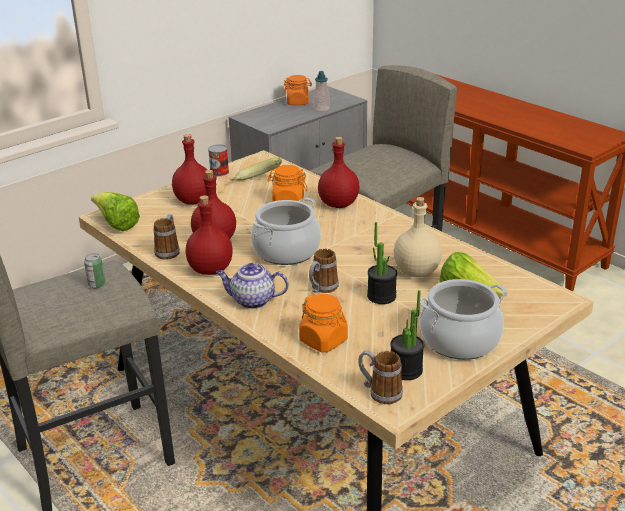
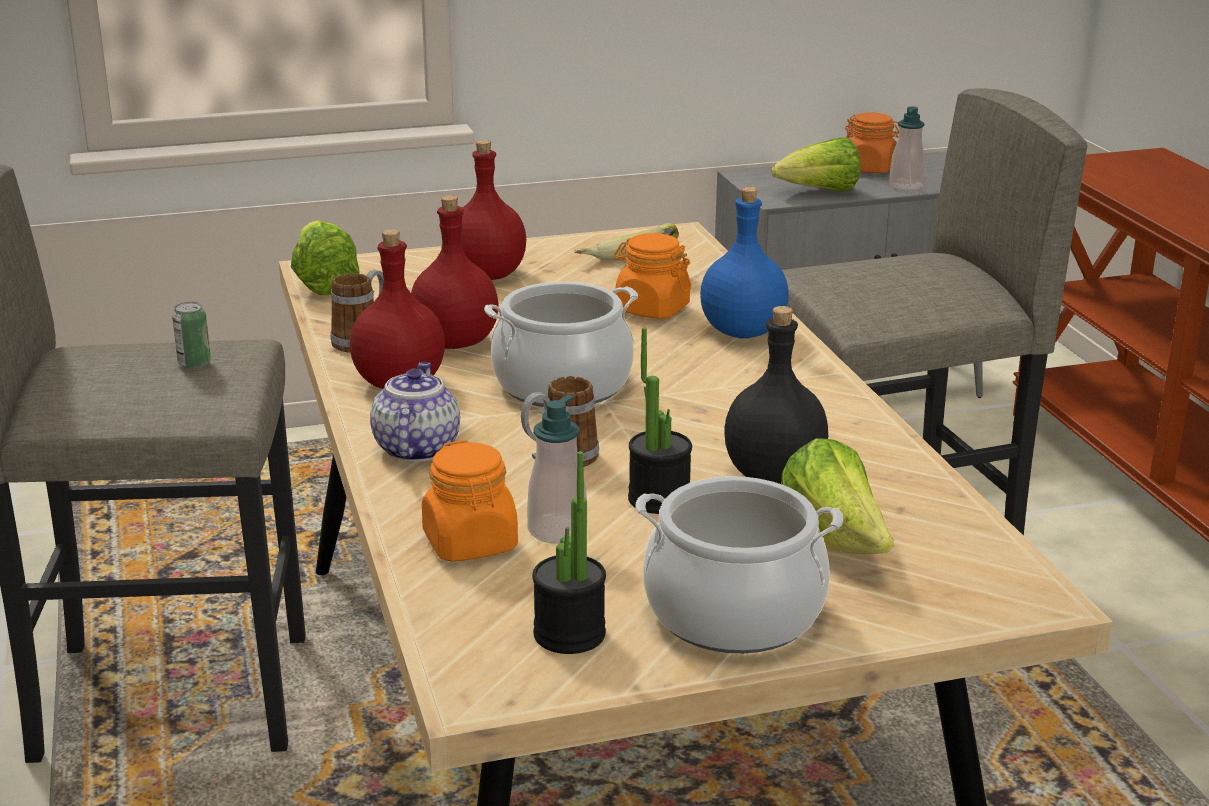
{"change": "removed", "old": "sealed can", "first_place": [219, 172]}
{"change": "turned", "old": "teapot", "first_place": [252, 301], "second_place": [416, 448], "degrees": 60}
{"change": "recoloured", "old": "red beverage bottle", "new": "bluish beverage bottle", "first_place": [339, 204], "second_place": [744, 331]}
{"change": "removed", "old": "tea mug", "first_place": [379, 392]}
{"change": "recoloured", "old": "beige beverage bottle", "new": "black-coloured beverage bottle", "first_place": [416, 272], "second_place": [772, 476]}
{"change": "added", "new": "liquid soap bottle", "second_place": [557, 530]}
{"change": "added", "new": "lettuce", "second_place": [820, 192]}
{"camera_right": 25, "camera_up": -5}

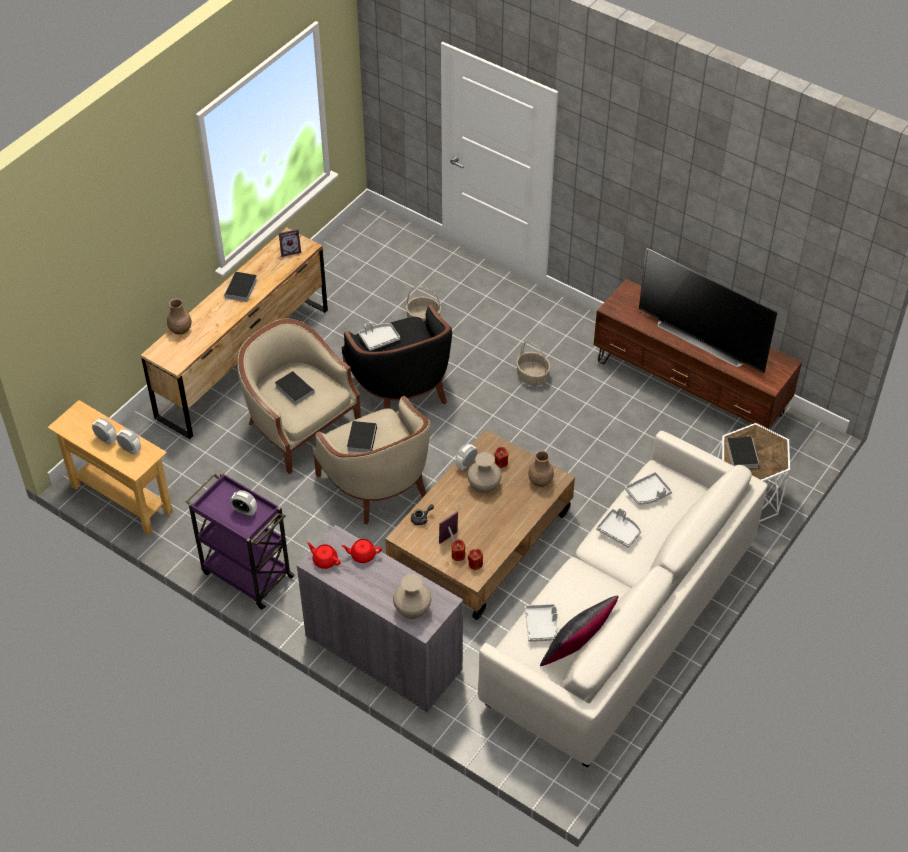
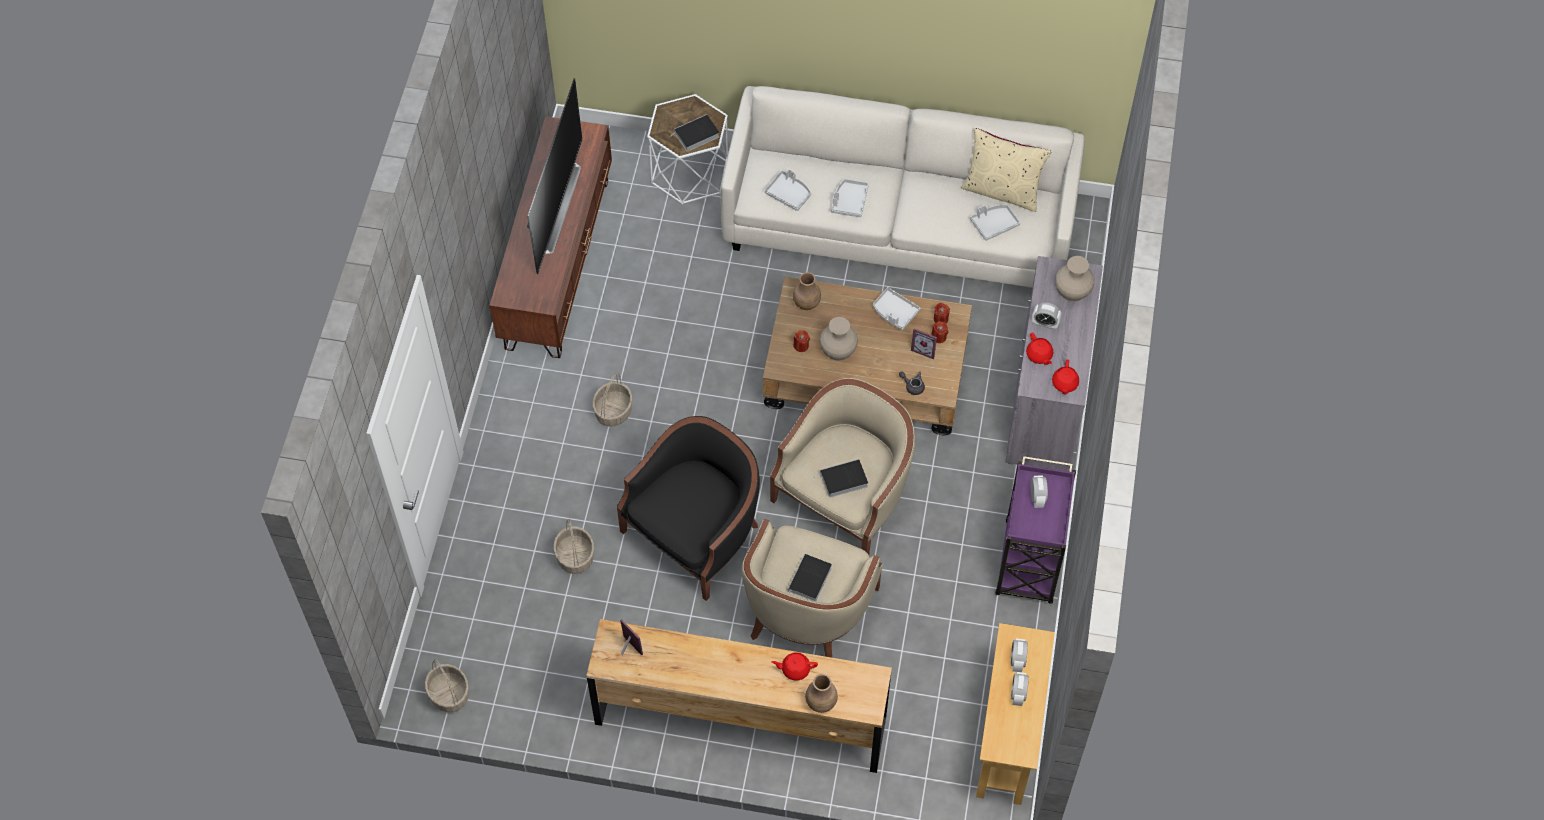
{"change": "removed", "old": "book", "first_place": [241, 289]}
{"change": "moved", "old": "greyish serving tray", "first_place": [379, 339], "second_place": [894, 312]}
{"change": "moved", "old": "table clock", "first_place": [466, 464], "second_place": [1045, 323]}
{"change": "recoloured", "old": "black-coloured cushion", "new": "beige cushion", "first_place": [576, 650], "second_place": [1002, 191]}
{"change": "added", "new": "storage basket", "second_place": [448, 694]}
{"change": "added", "new": "red teapot", "second_place": [795, 669]}
{"camera_right": -115, "camera_up": 10}

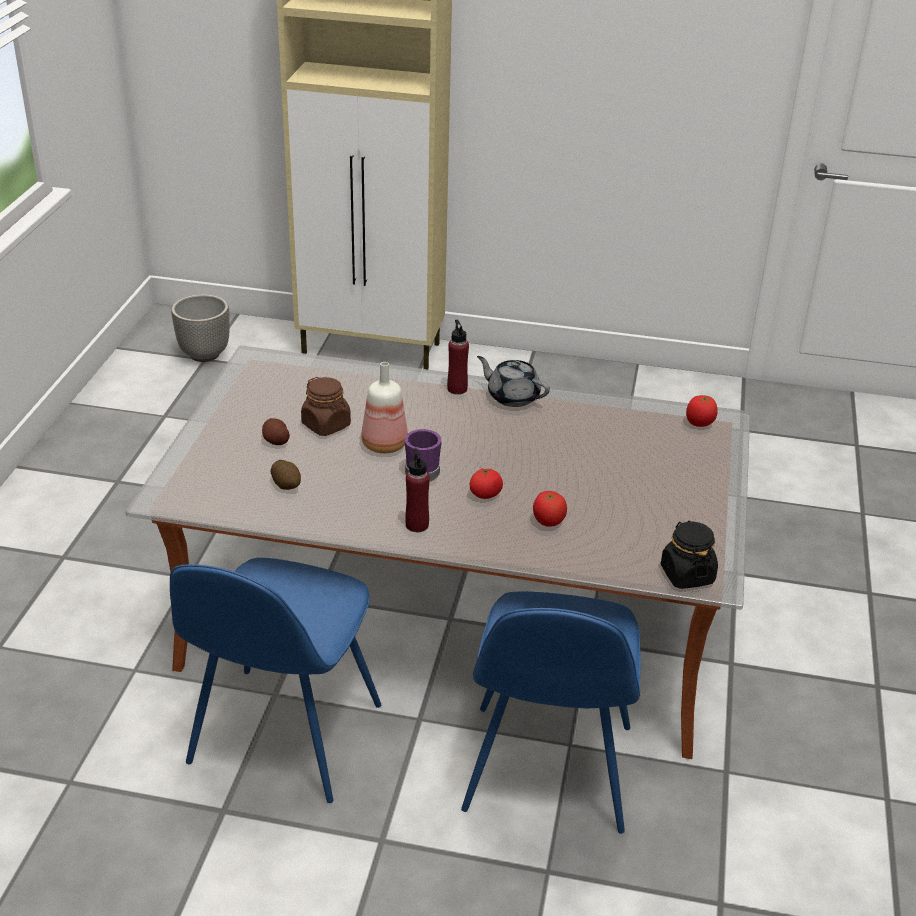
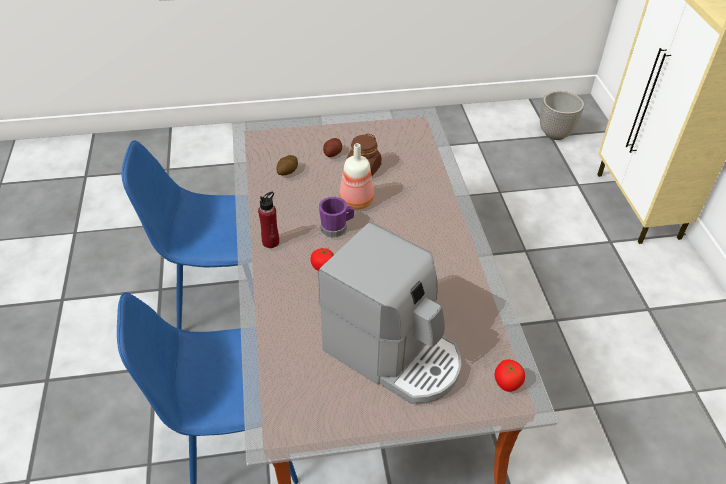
{"change": "removed", "old": "red beverage bottle", "first_place": [457, 389]}
{"change": "removed", "old": "greyish teapot", "first_place": [512, 396]}
{"change": "removed", "old": "tomato", "first_place": [548, 522]}
{"change": "removed", "old": "black-coloured preserve jar", "first_place": [687, 574]}
{"change": "added", "new": "coffee machine", "second_place": [394, 354]}
{"camera_right": 70, "camera_up": 10}

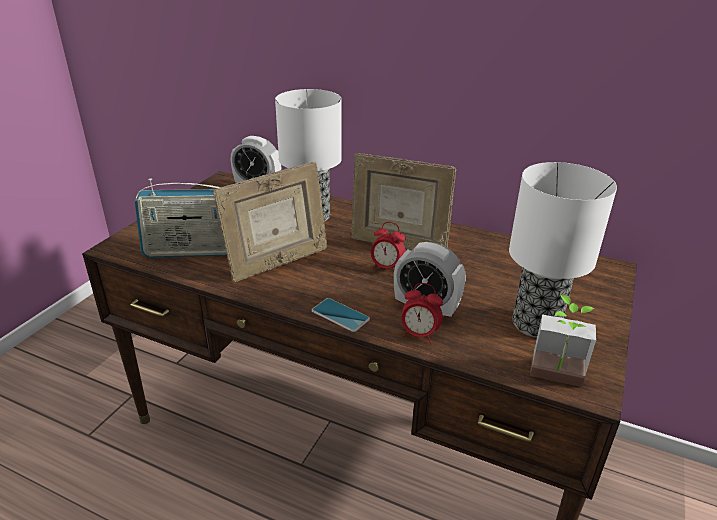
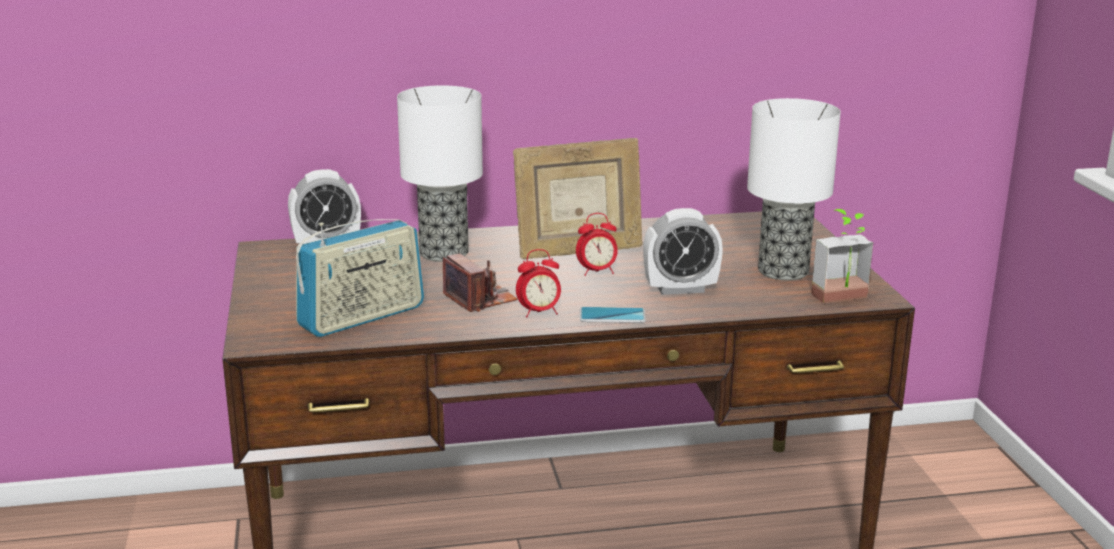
{"change": "replaced", "old": "photo frame", "new": "still camera", "first_place": [277, 263], "second_place": [480, 299]}
{"change": "moved", "old": "table clock", "first_place": [419, 335], "second_place": [539, 312]}
{"camera_right": -35, "camera_up": -10}

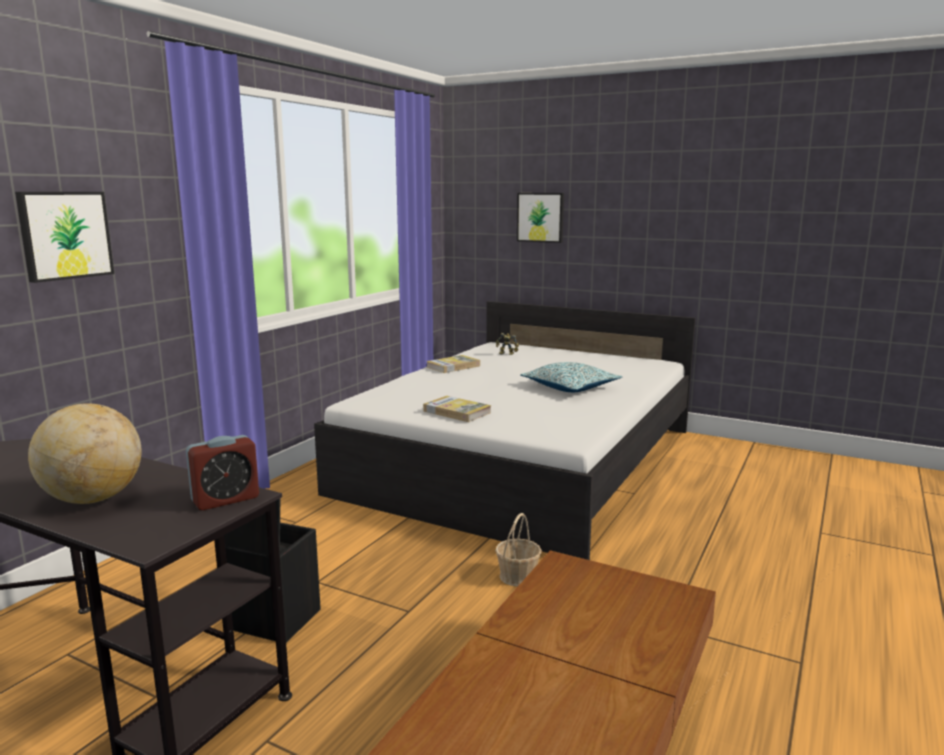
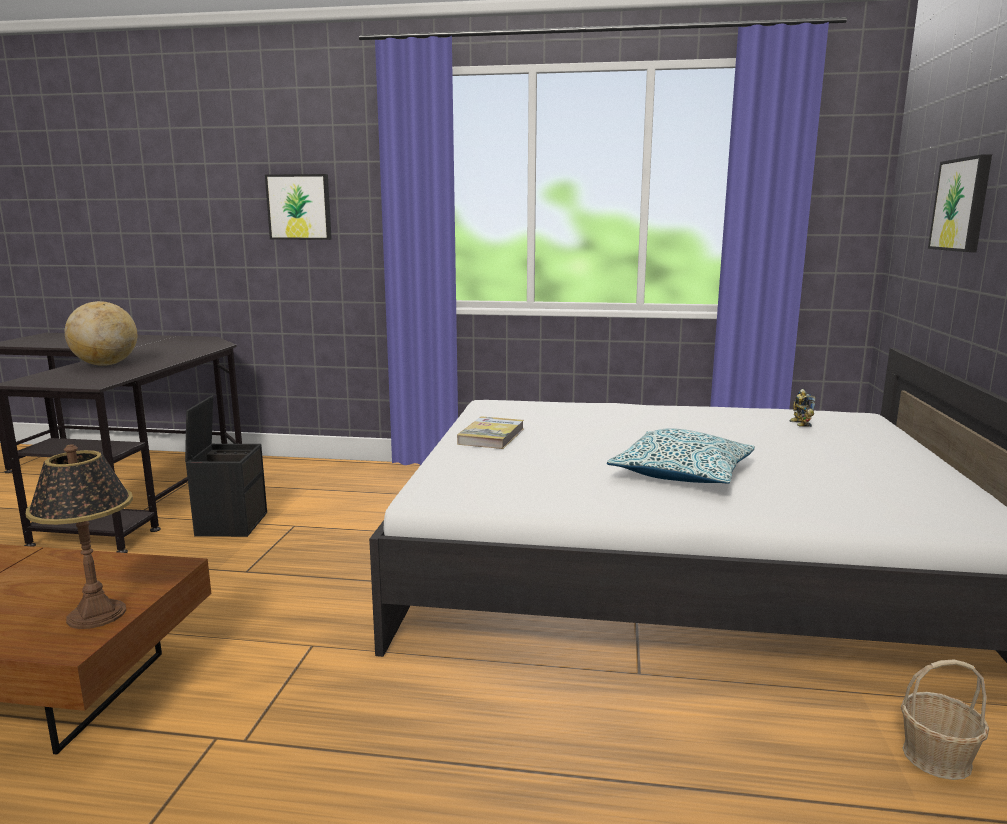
{"change": "removed", "old": "table clock", "first_place": [225, 500]}
{"change": "removed", "old": "book", "first_place": [453, 366]}
{"change": "moved", "old": "storage basket", "first_place": [518, 576], "second_place": [937, 757]}
{"change": "added", "new": "table lamp", "second_place": [97, 614]}
{"camera_right": 70, "camera_up": 0}

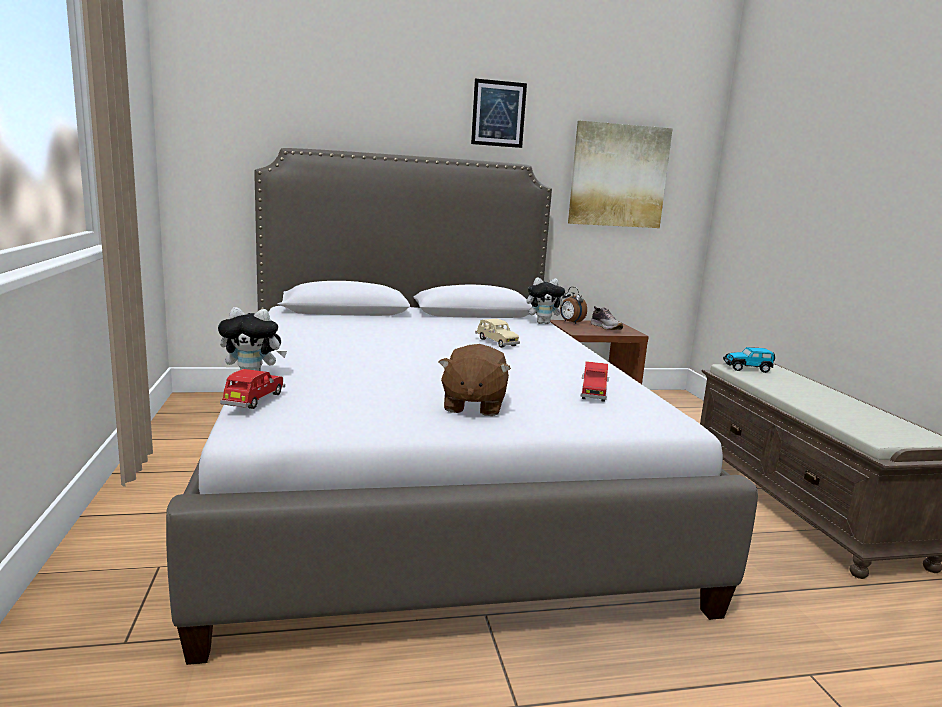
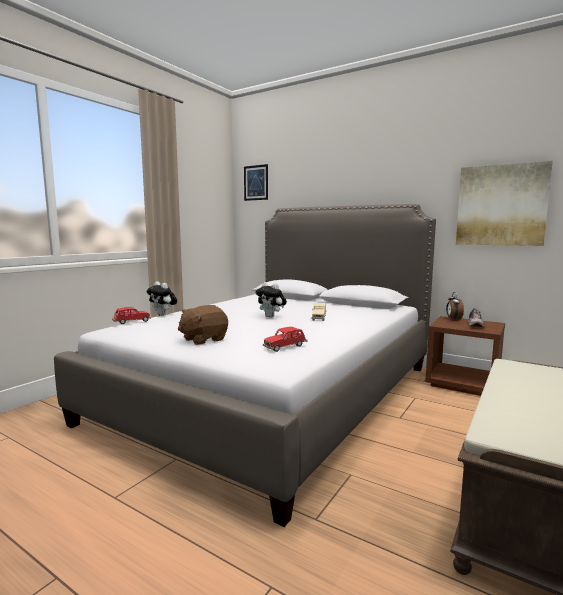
{"change": "moved", "old": "wall picture", "first_place": [498, 113], "second_place": [256, 182]}
{"change": "moved", "old": "soft toy", "first_place": [543, 323], "second_place": [271, 317]}
{"change": "removed", "old": "toy car", "first_place": [748, 368]}
{"camera_right": 45, "camera_up": -5}

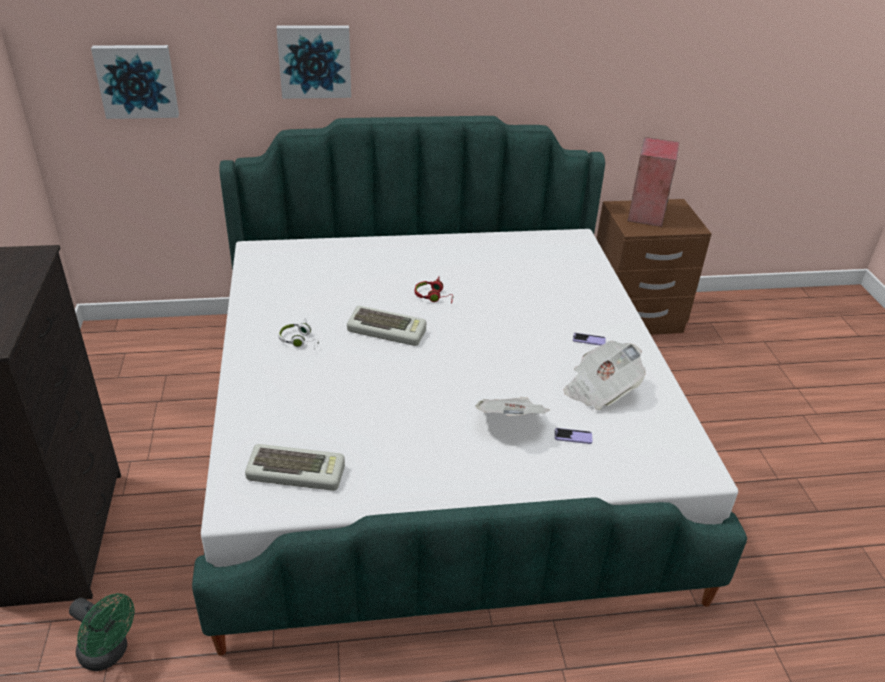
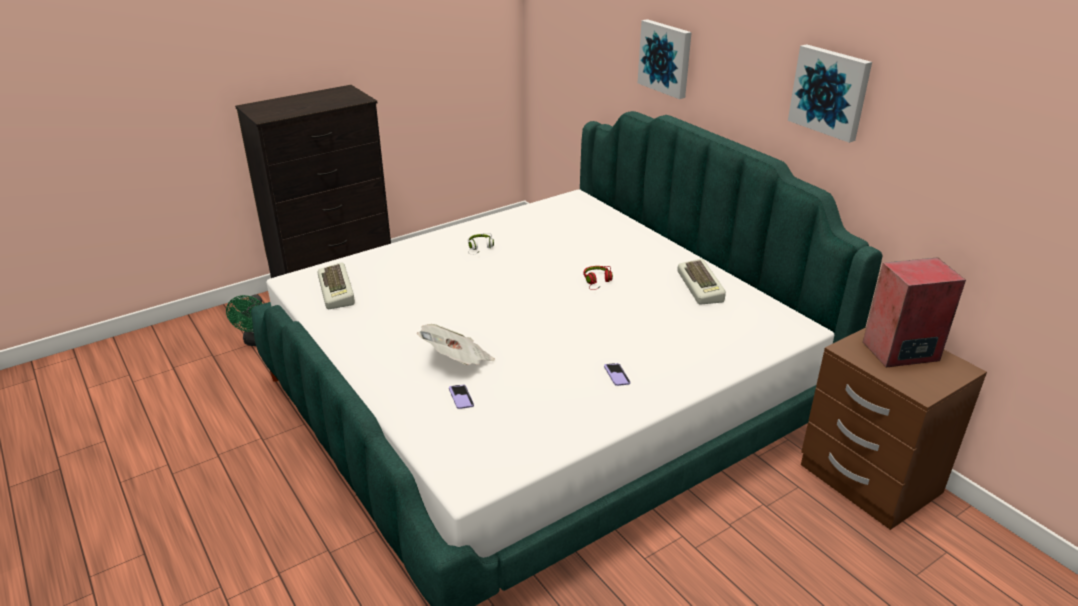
{"change": "moved", "old": "wall picture", "first_place": [137, 81], "second_place": [830, 92]}
{"change": "moved", "old": "keyboard", "first_place": [388, 330], "second_place": [702, 287]}
{"change": "removed", "old": "printed paper", "first_place": [600, 390]}
{"camera_right": 65, "camera_up": -5}

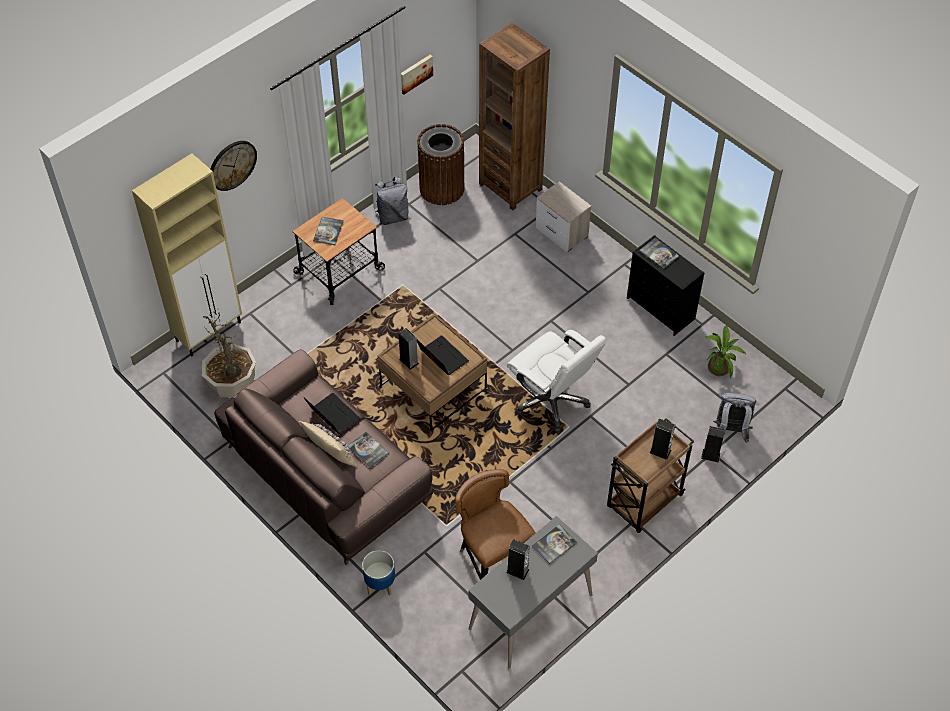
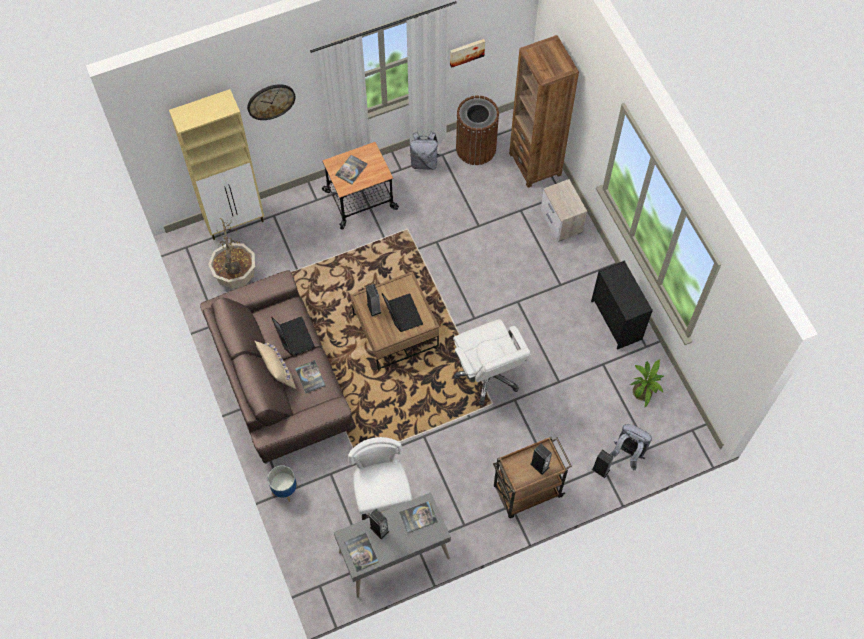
{"change": "recoloured", "old": "brown-coloured plain chair", "new": "white-coloured plain chair", "first_place": [492, 559], "second_place": [382, 499]}
{"change": "moved", "old": "book", "first_place": [659, 254], "second_place": [361, 552]}
{"camera_right": 20, "camera_up": 10}

